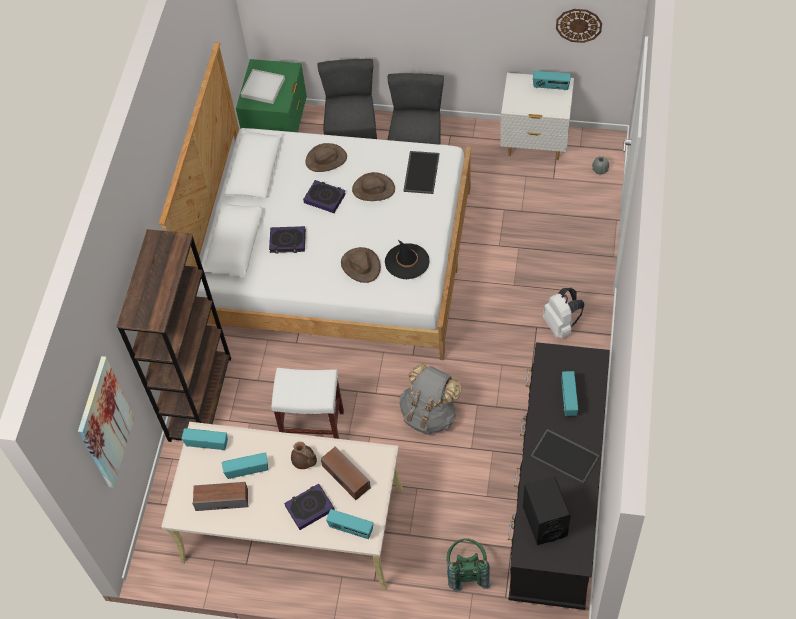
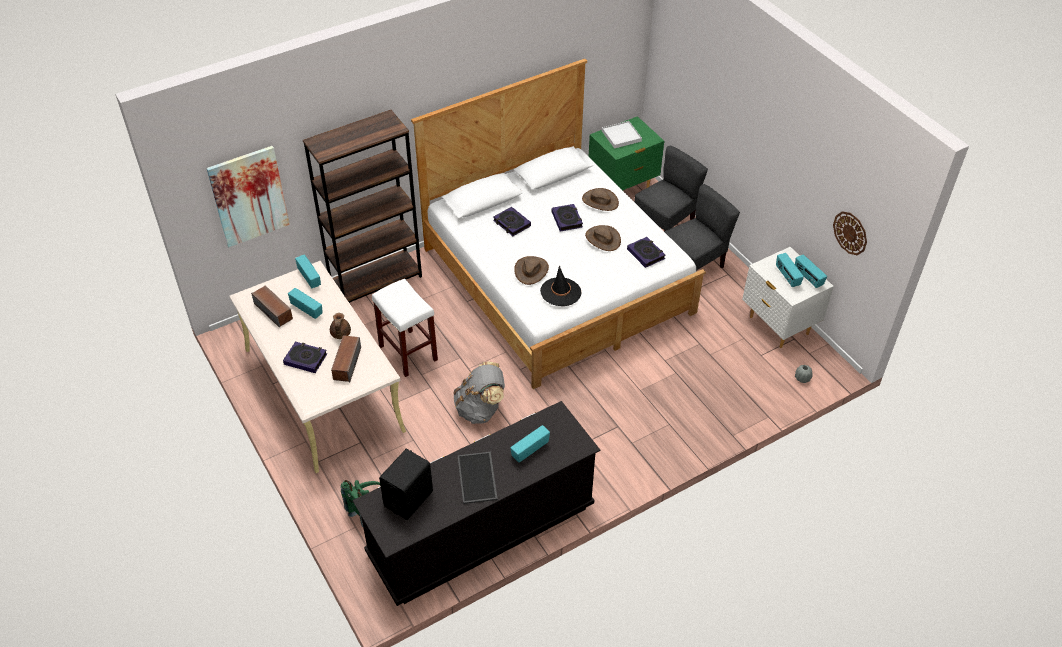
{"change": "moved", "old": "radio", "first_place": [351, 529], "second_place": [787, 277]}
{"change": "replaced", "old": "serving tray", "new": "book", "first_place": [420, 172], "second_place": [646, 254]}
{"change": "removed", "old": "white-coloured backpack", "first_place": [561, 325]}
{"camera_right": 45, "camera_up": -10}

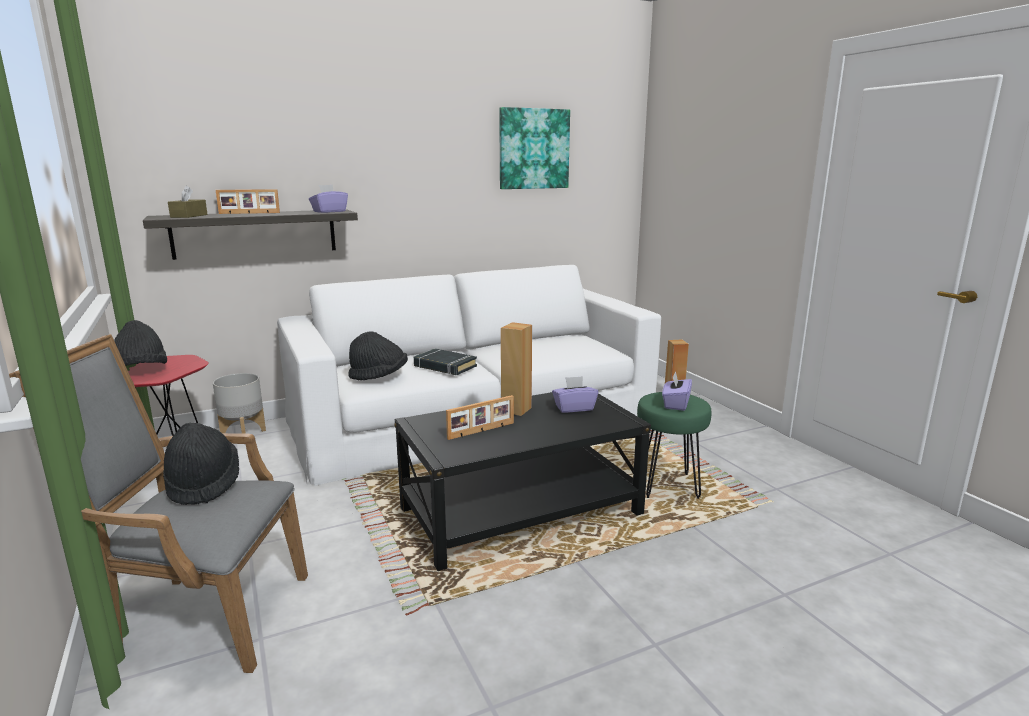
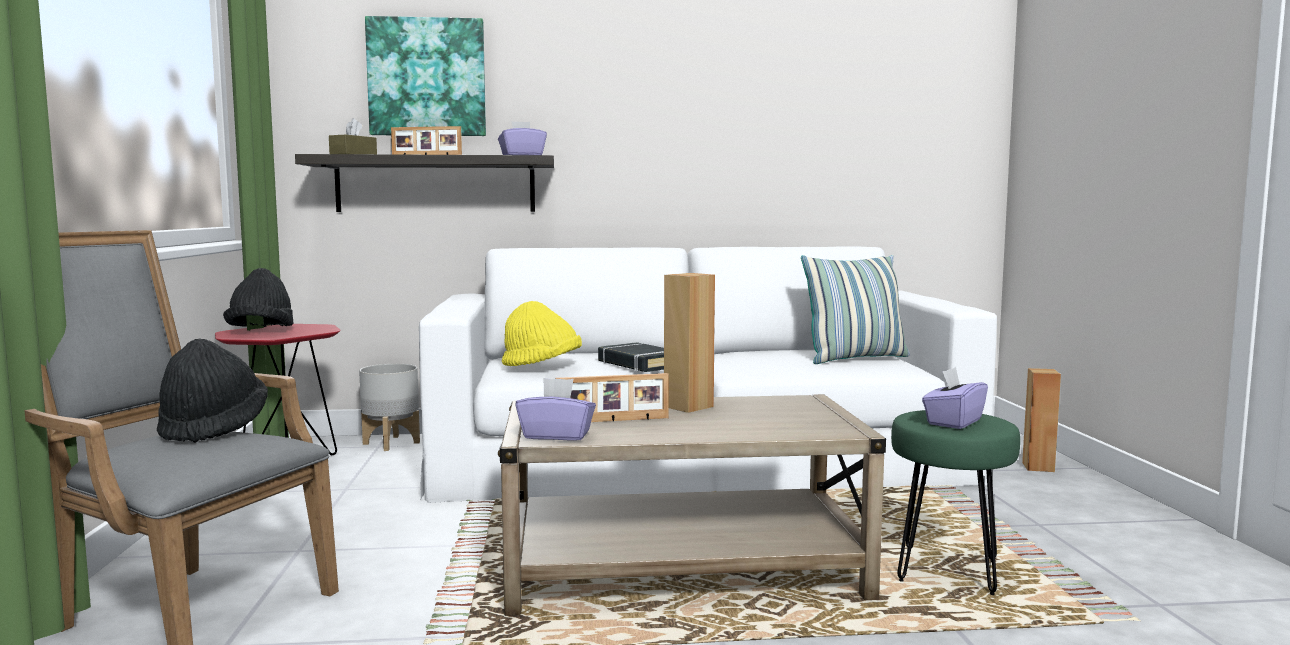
{"change": "recoloured", "old": "black-coloured clothing hat", "new": "yellowish clothing hat", "first_place": [379, 377], "second_place": [542, 366]}
{"change": "recoloured", "old": "black-coloured lounge table", "new": "beige lounge table", "first_place": [521, 511], "second_place": [682, 568]}
{"change": "moved", "old": "wall picture", "first_place": [533, 149], "second_place": [427, 77]}
{"change": "moved", "old": "purple-coloured box of tissues", "first_place": [574, 408], "second_place": [557, 435]}
{"change": "added", "new": "cushion", "second_place": [855, 359]}
{"camera_right": 20, "camera_up": -10}

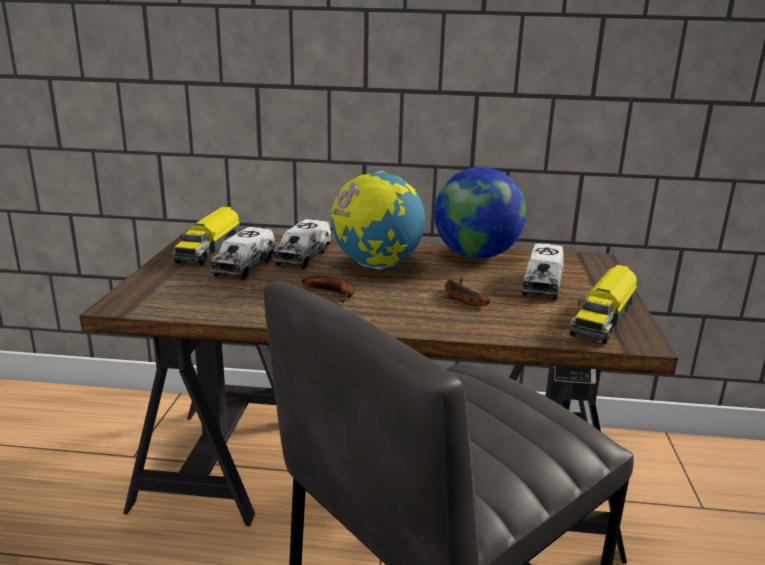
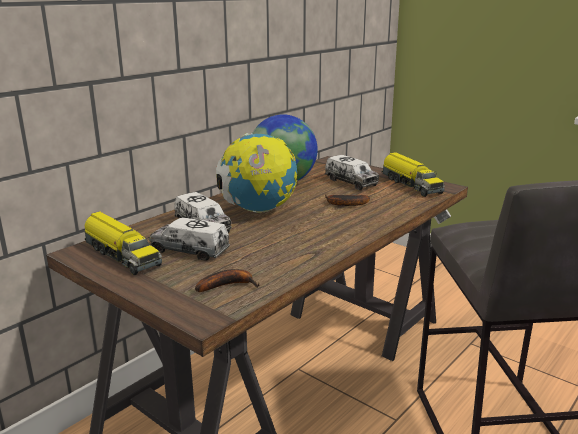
{"change": "turned", "old": "toy lorry", "first_place": [245, 266], "second_place": [190, 250], "degrees": 150}
{"change": "moved", "old": "banana", "first_place": [334, 292], "second_place": [228, 285]}
{"camera_right": -55, "camera_up": 0}

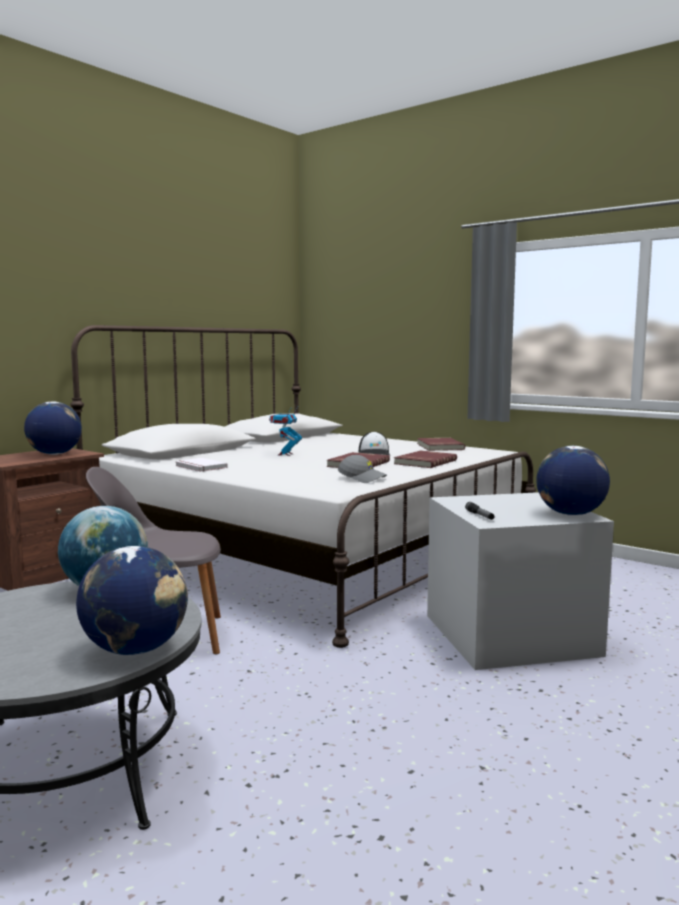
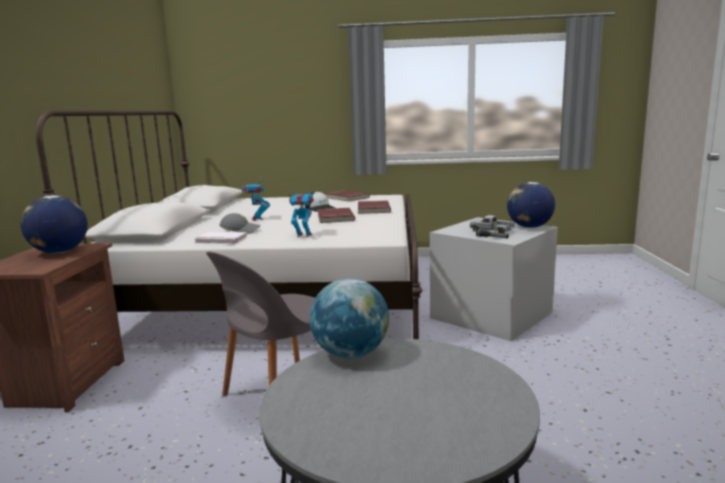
{"change": "removed", "old": "world globe", "first_place": [136, 649]}
{"change": "moved", "old": "greyish peaked cap", "first_place": [363, 478], "second_place": [241, 231]}
{"change": "added", "new": "toy robot", "second_place": [303, 235]}
{"change": "added", "new": "toy lorry", "second_place": [491, 231]}
{"camera_right": -35, "camera_up": 5}

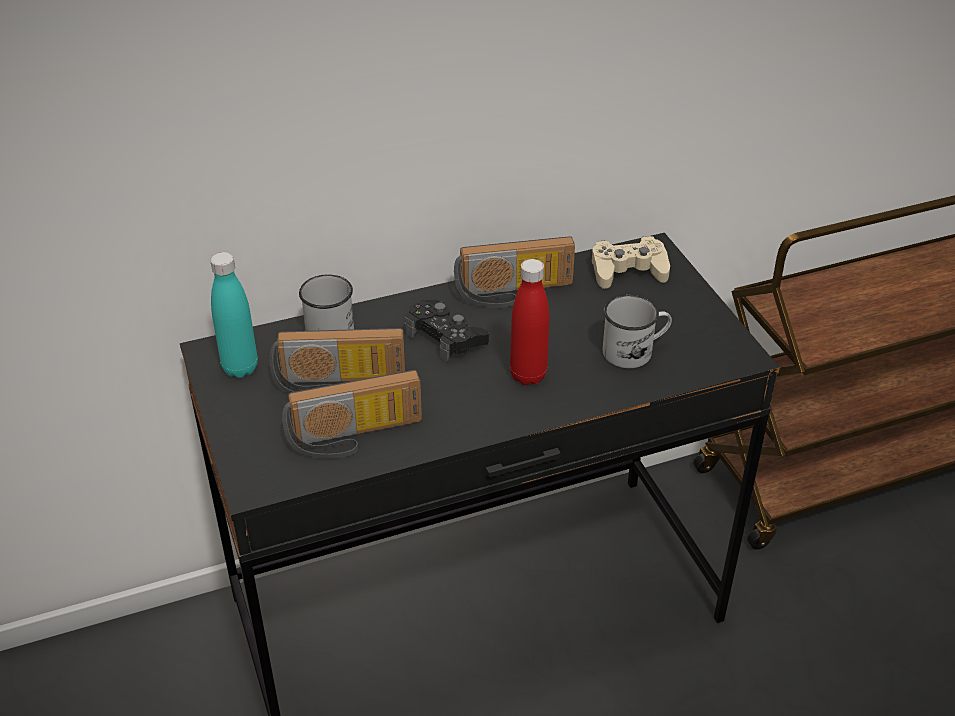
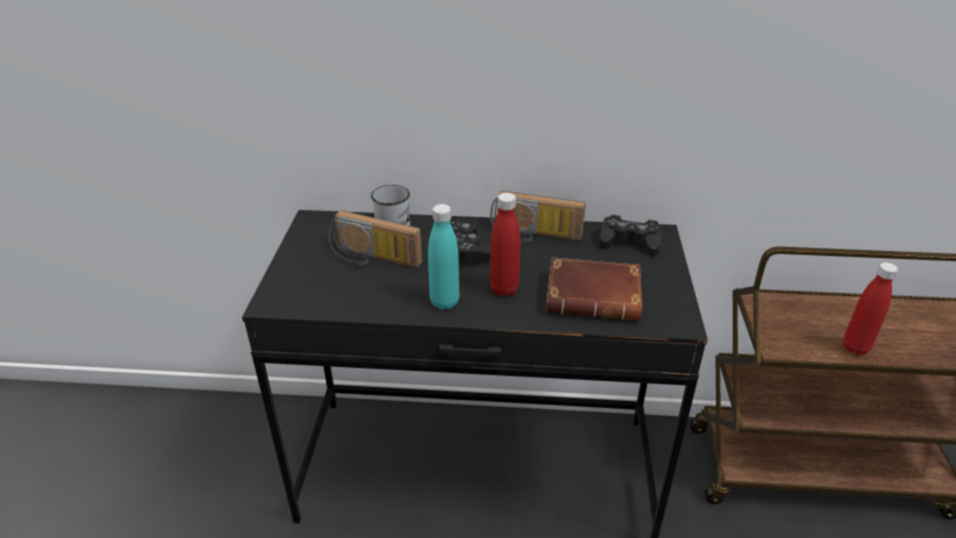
{"change": "moved", "old": "turquoise-coloured beverage bottle", "first_place": [240, 368], "second_place": [444, 302]}
{"change": "removed", "old": "radio", "first_place": [356, 437]}
{"change": "recoloured", "old": "beige joypad", "new": "black-coloured joypad", "first_place": [628, 270], "second_place": [629, 242]}
{"change": "replaced", "old": "white-coloured tea mug", "new": "brown-coloured book", "first_place": [635, 351], "second_place": [595, 296]}
{"change": "added", "new": "red beverage bottle", "second_place": [855, 347]}
{"camera_right": 25, "camera_up": -5}

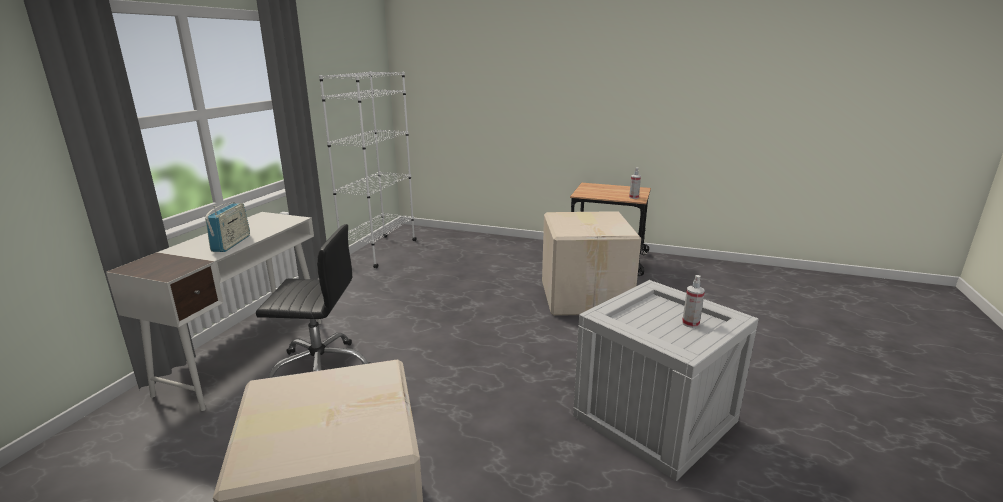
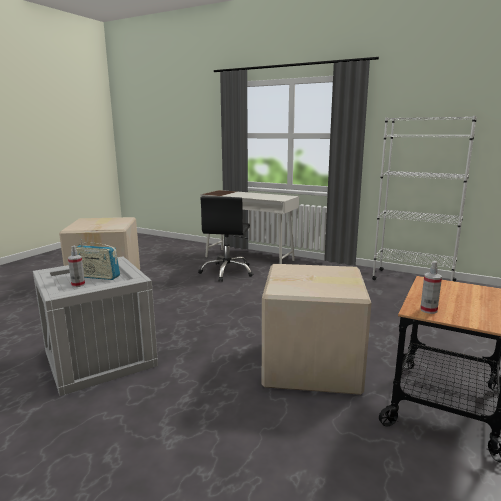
{"change": "moved", "old": "radio", "first_place": [231, 243], "second_place": [97, 276]}
{"camera_right": 100, "camera_up": -5}

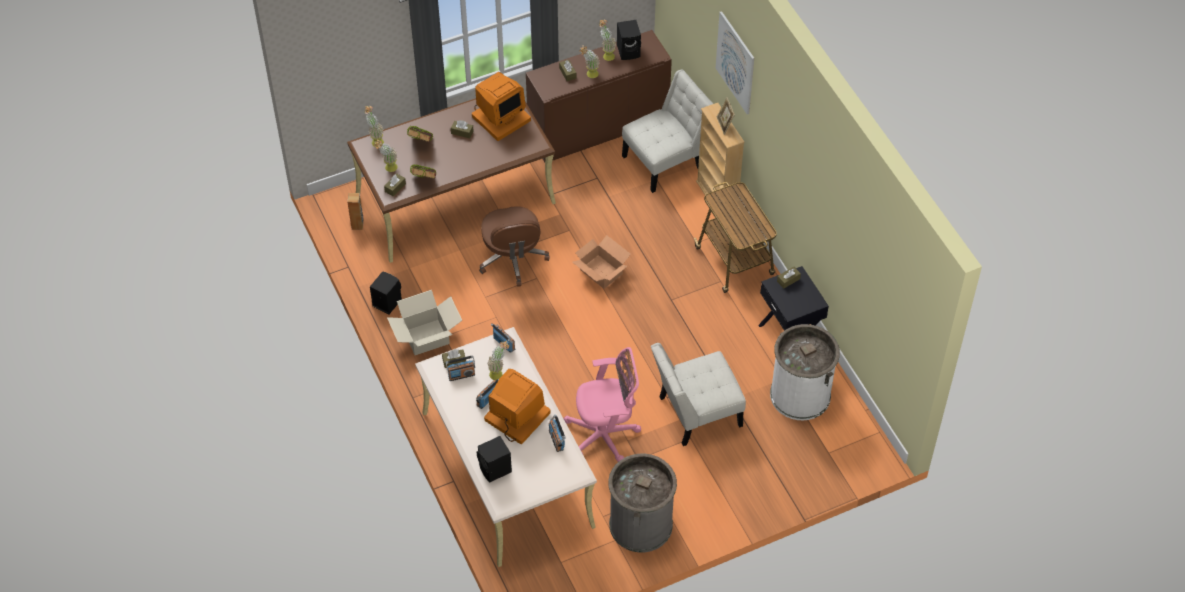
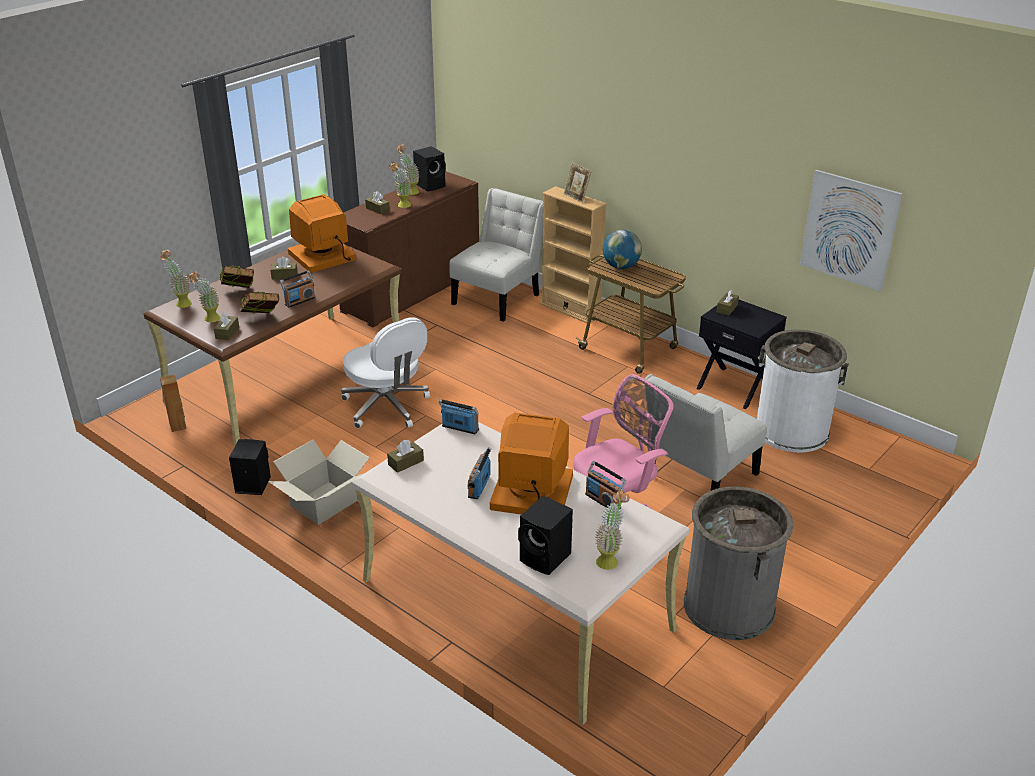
{"change": "moved", "old": "radio", "first_place": [461, 375], "second_place": [299, 301]}
{"change": "turned", "old": "monitor", "first_place": [500, 117], "second_place": [322, 257], "degrees": -150}
{"change": "recoloured", "old": "brown-coloured desk chair", "new": "white-coloured desk chair", "first_place": [512, 259], "second_place": [387, 407]}
{"change": "moved", "old": "plant in a pot", "first_place": [499, 373], "second_place": [610, 559]}
{"change": "removed", "old": "cardboard box", "first_place": [601, 272]}
{"change": "moved", "old": "wall picture", "first_place": [735, 62], "second_place": [849, 230]}
{"change": "added", "new": "world globe", "second_place": [621, 267]}
{"camera_right": -25, "camera_up": -20}

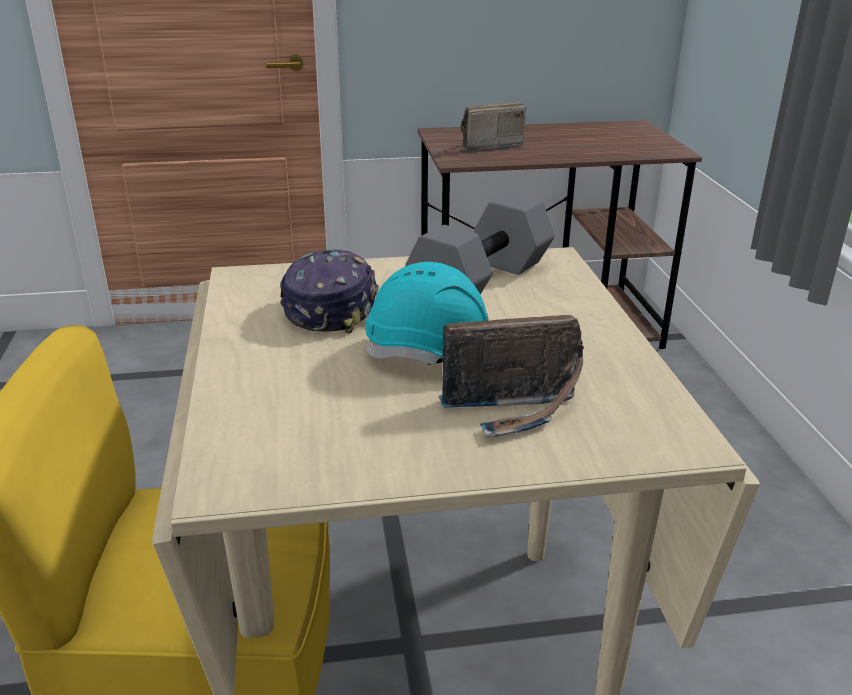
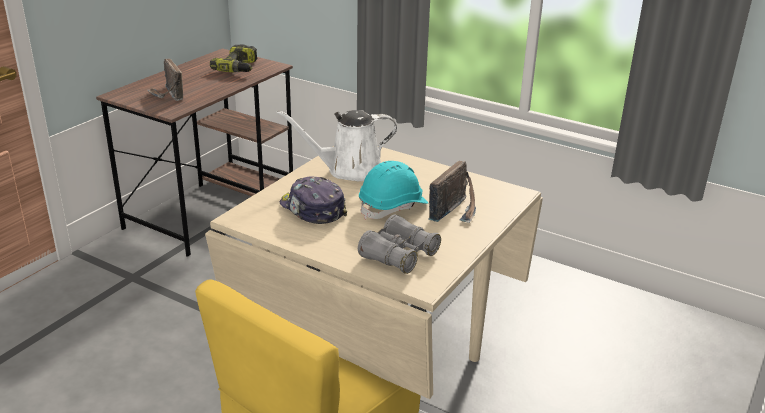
{"change": "replaced", "old": "greyish dumbbell", "new": "white-coloured watering pot", "first_place": [482, 284], "second_place": [349, 170]}
{"change": "turned", "old": "radio", "first_place": [487, 145], "second_place": [168, 95], "degrees": -45}
{"change": "added", "new": "power drill", "second_place": [239, 68]}
{"change": "added", "new": "greyish field glasses", "second_place": [399, 255]}
{"camera_right": -50, "camera_up": 0}

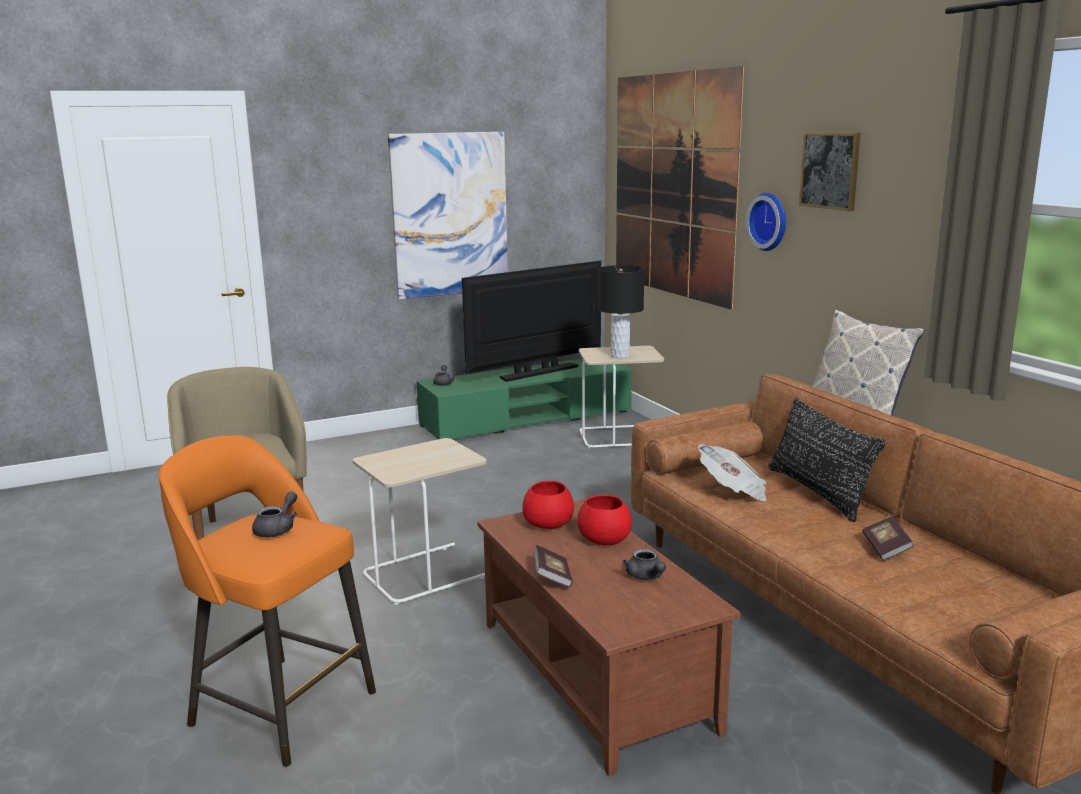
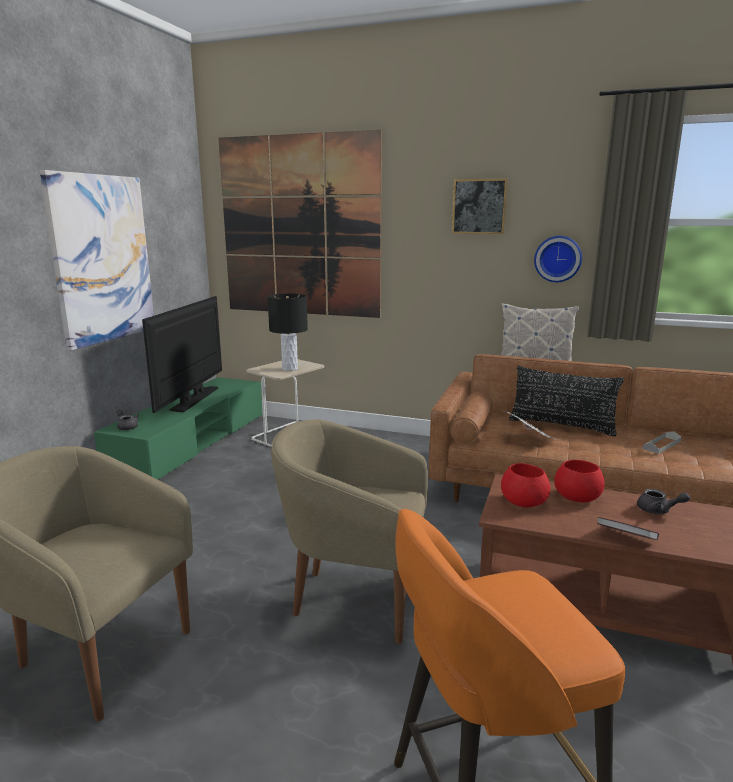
{"change": "removed", "old": "greyish teapot", "first_place": [278, 529]}
{"change": "replaced", "old": "beige accent table", "new": "beige armchair", "first_place": [426, 573], "second_place": [353, 598]}
{"change": "moved", "old": "wall clock", "first_place": [770, 221], "second_place": [558, 259]}
{"change": "replaced", "old": "book", "new": "greyish serving tray", "first_place": [886, 548], "second_place": [661, 445]}
{"camera_right": -45, "camera_up": 0}

